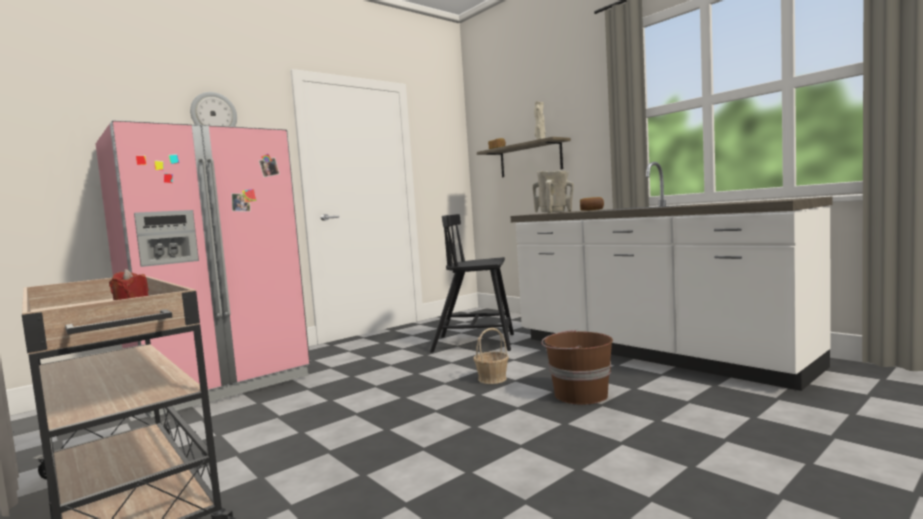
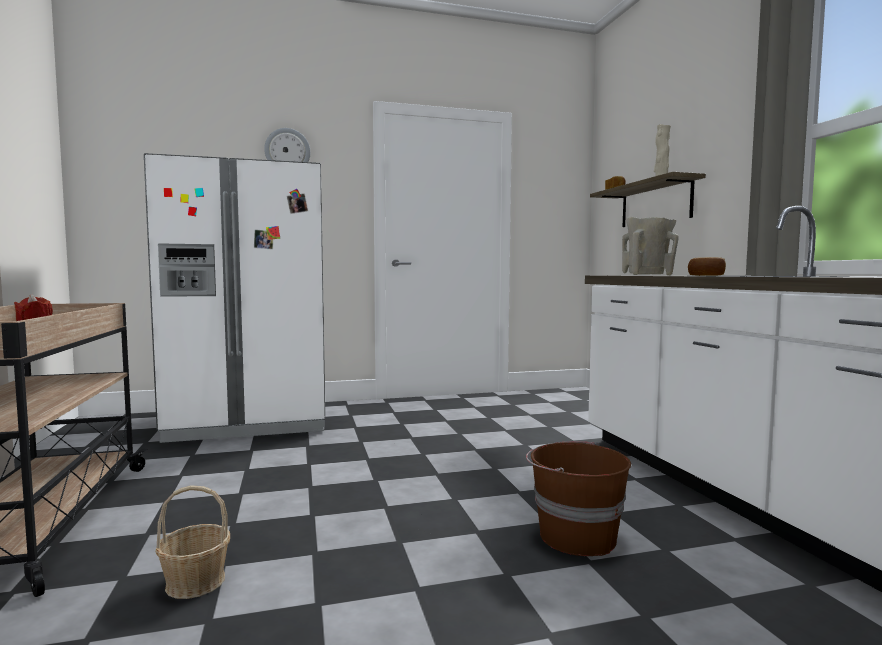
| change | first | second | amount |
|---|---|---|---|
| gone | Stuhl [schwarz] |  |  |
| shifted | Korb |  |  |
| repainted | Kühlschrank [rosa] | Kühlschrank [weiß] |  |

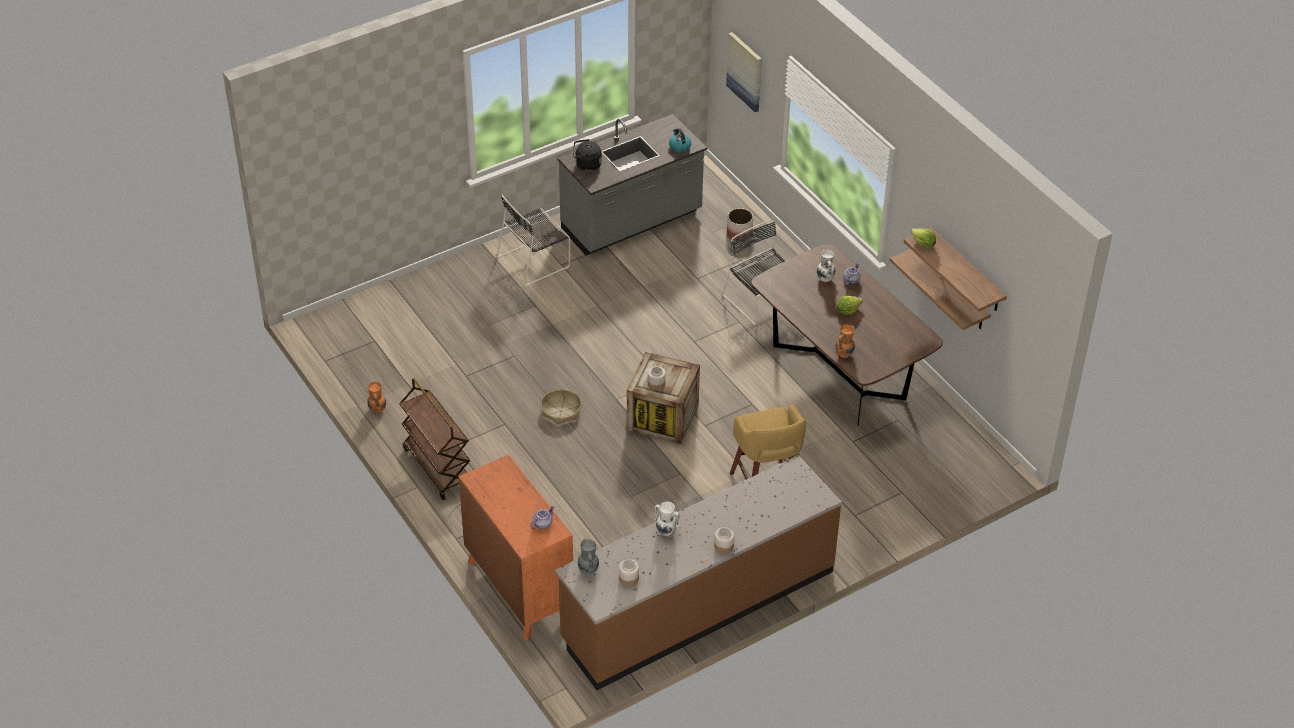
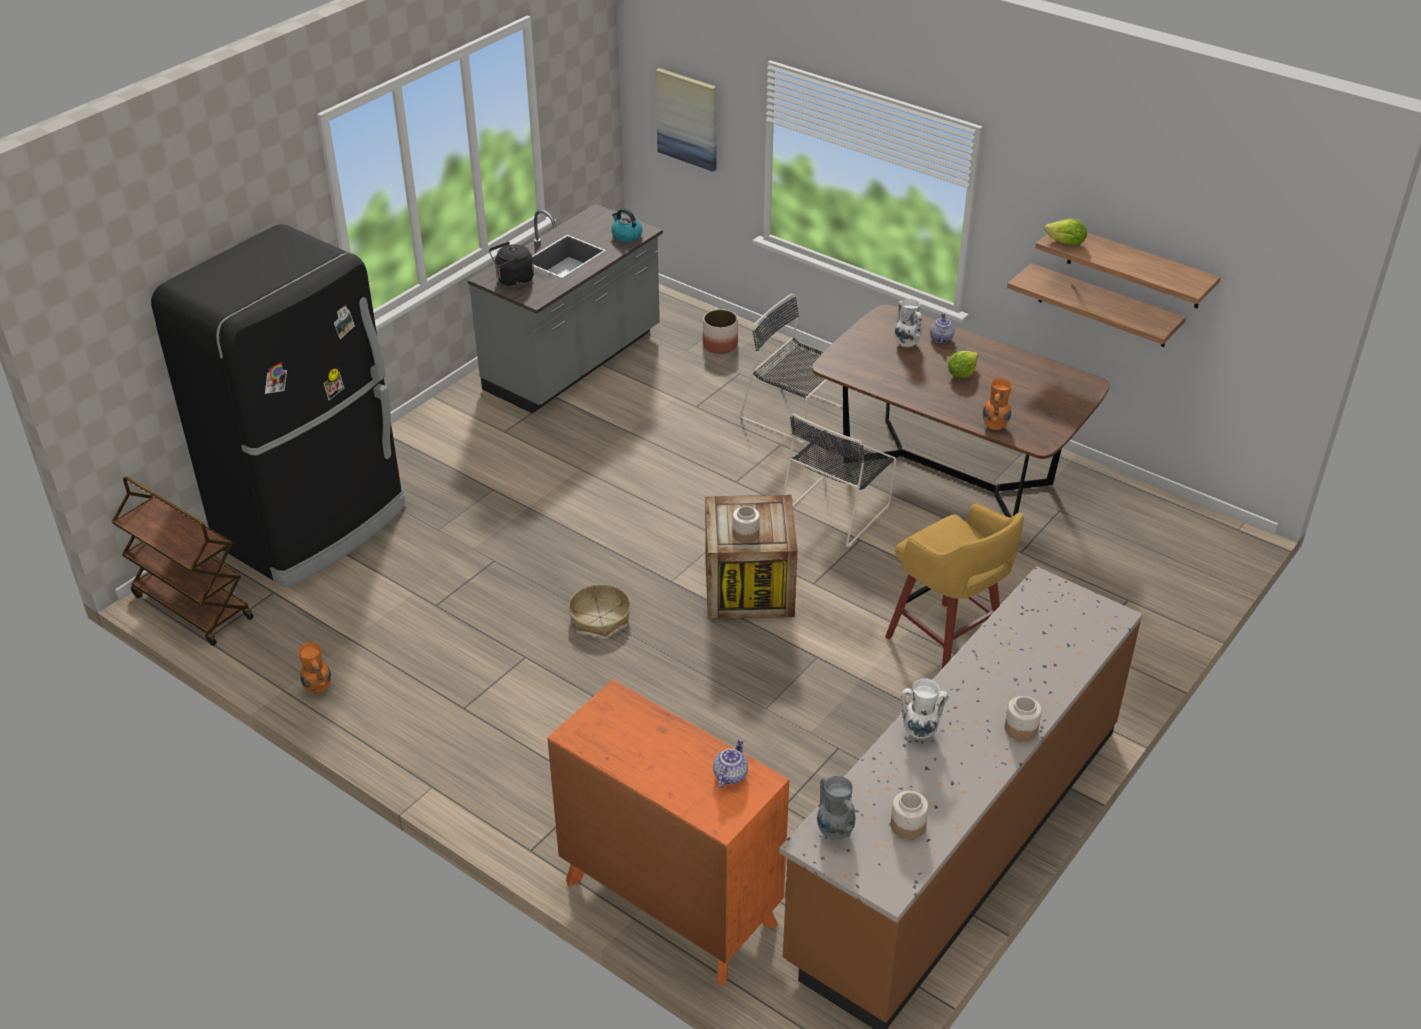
| change | first | second | amount |
|---|---|---|---|
| new |  | Kühlschrank [schwarz] |  |
| shifted | Rollwagen [braun] |  |  |
| shifted | Stuhl [schwarz] (no. 1 from left in the first image) | Stuhl [schwarz] (no. 2 from left) |  |

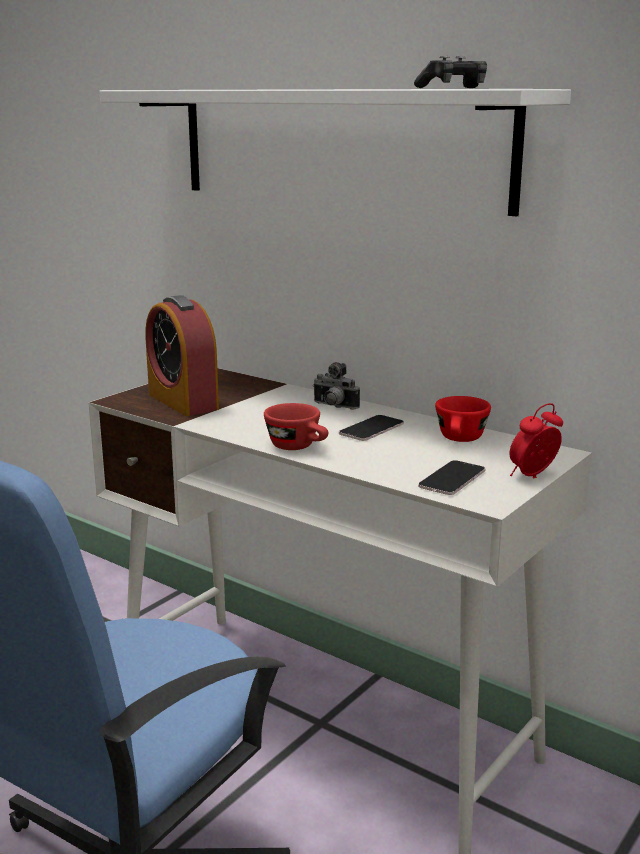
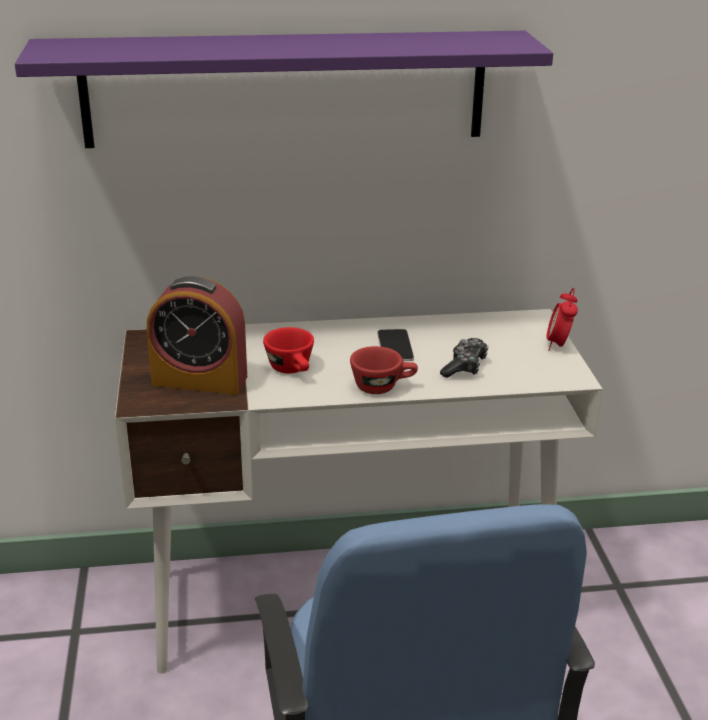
| change | first | second | amount |
|---|---|---|---|
| gone | Kamera |  |  |
| gone | Handy (no. 2 from left) |  |  |
| shifted | Gamepad |  |  |
| shifted | Tasse [rot] (no. 2 from left in the first image) | Tasse [rot] (no. 1 from left) |  |
| repainted | Wandregal [weiß] | Wandregal [lila] |  |

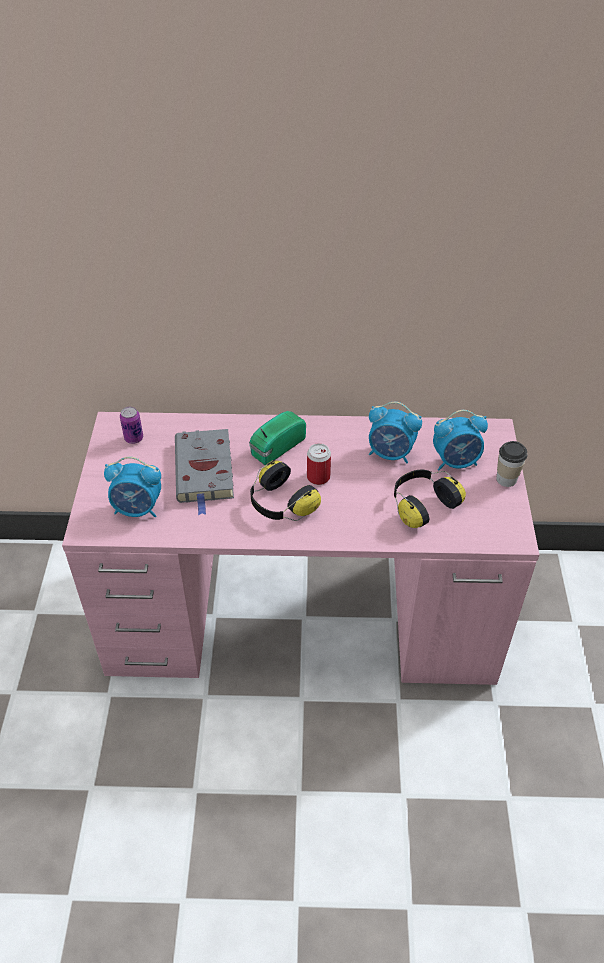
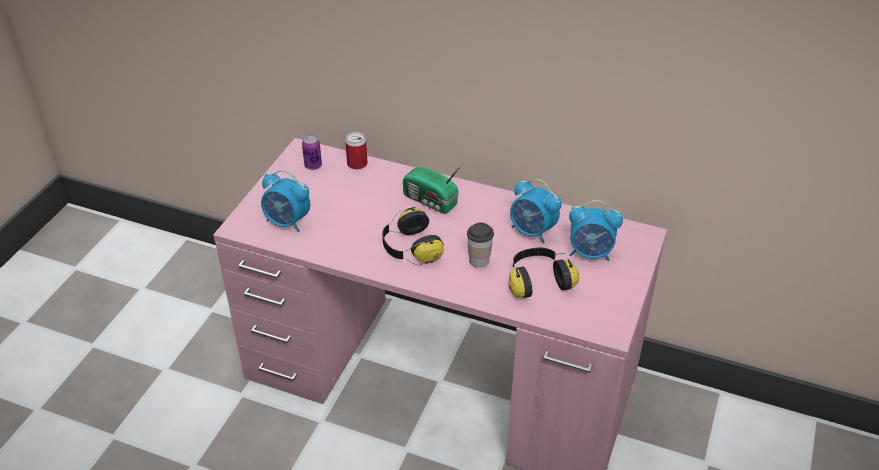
| change | first | second | amount |
|---|---|---|---|
| gone | Buch [grau] |  |  |
| shifted | Dose (no. 2 from left) |  |  |
| shifted | Tasse |  |  |
| rotated | Radio |  | 120 degrees counterclockwise |

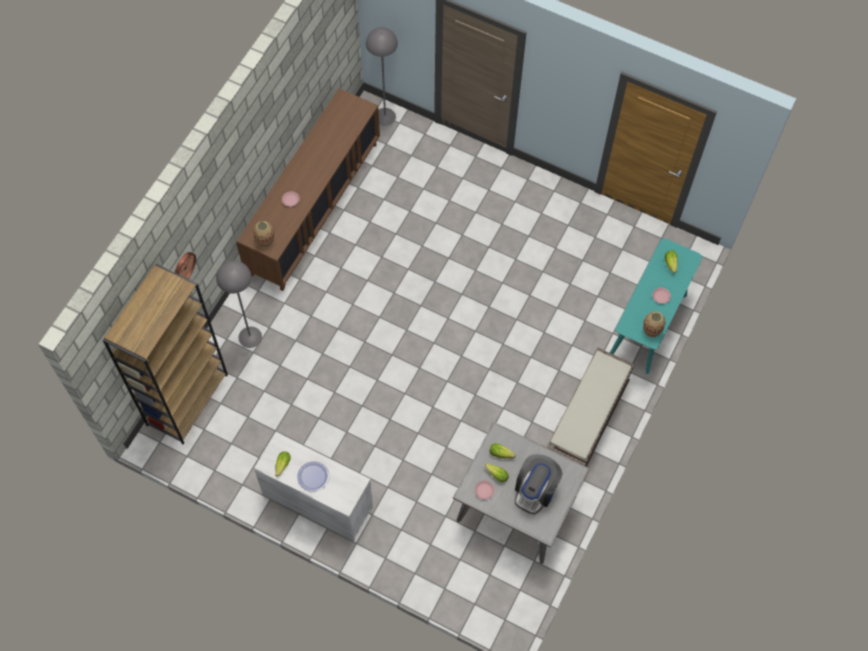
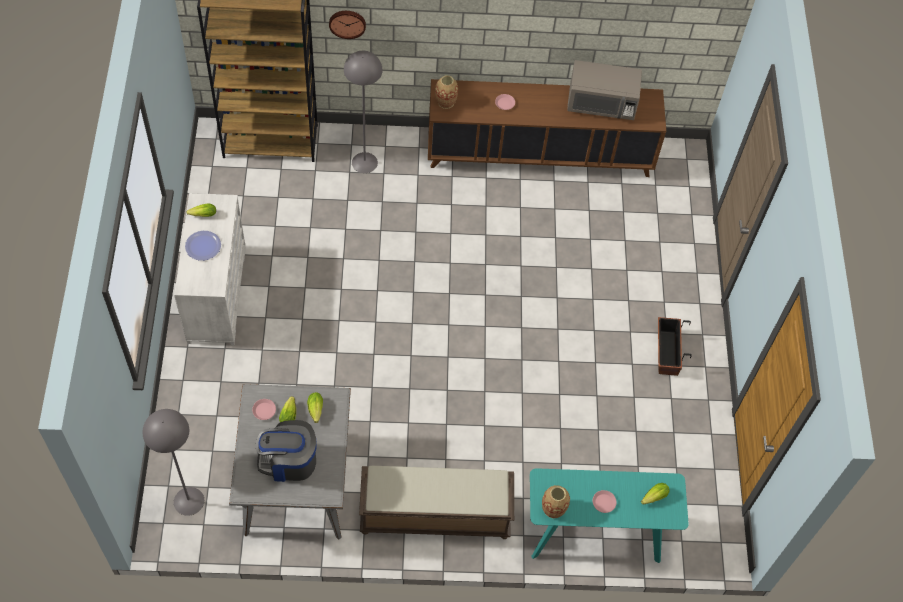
| change | first | second | amount |
|---|---|---|---|
| new |  | Mikrowelle [grau] |  |
| new |  | Pflanzkübel |  |
| shifted | Stehlampe [grau] (no. 2 from left in the first image) | Stehlampe [grau] (no. 1 from left) |  |

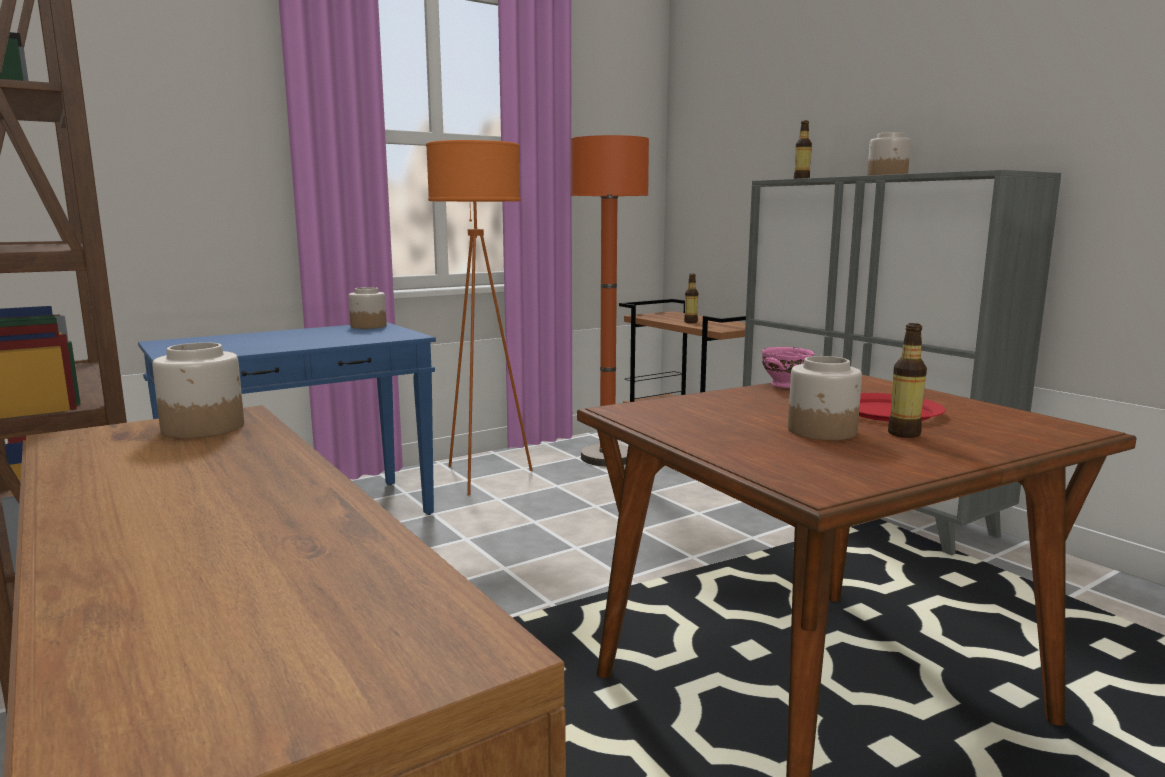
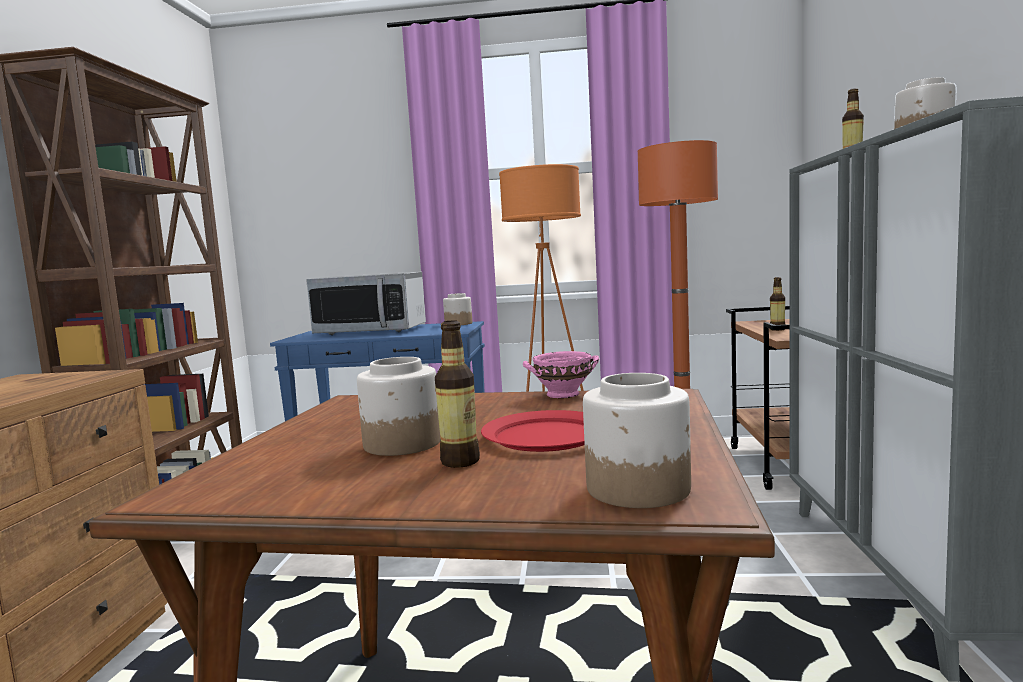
| change | first | second | amount |
|---|---|---|---|
| new |  | Mikrowelle |  |
| shifted | Vorratsglas (no. 1 from left in the first image) | Vorratsglas (no. 3 from left) |  |

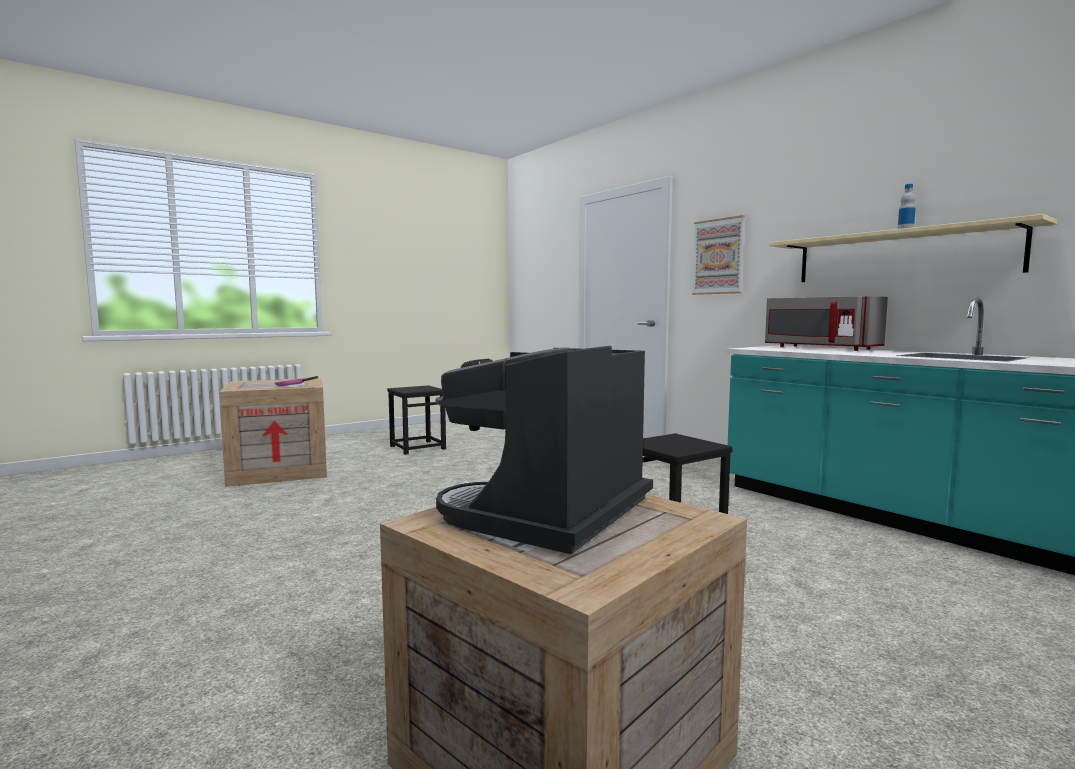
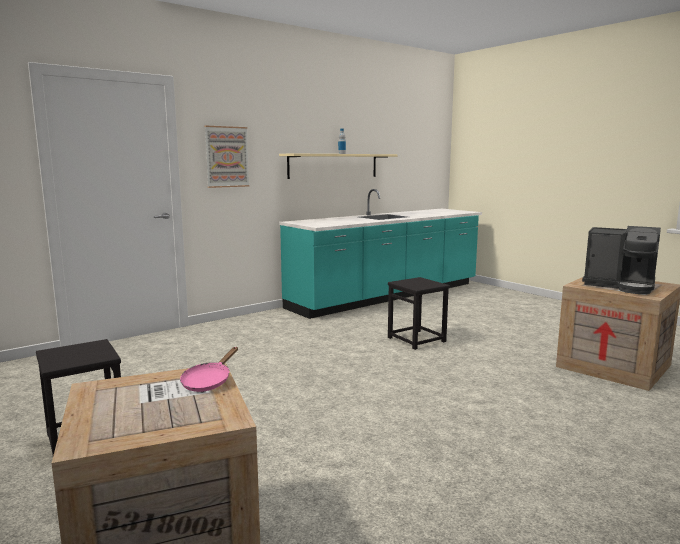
| change | first | second | amount |
|---|---|---|---|
| gone | Mikrowelle [grau] |  |  |

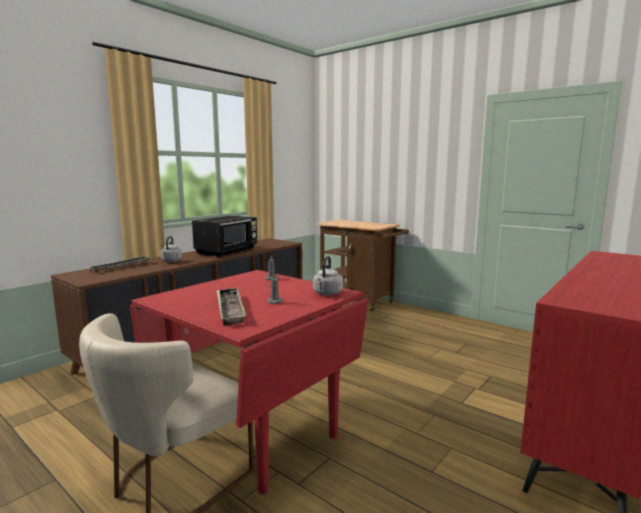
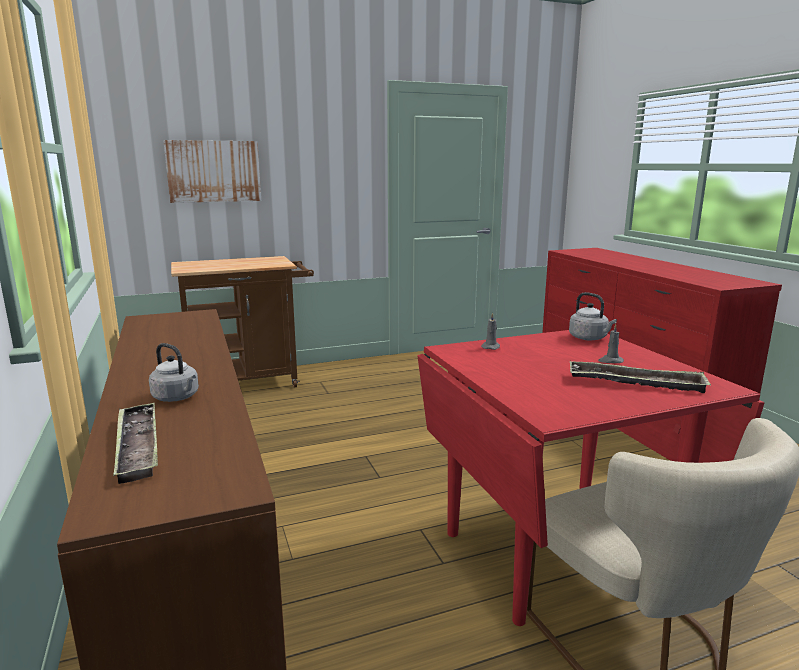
| change | first | second | amount |
|---|---|---|---|
| gone | Mikrowelle [schwarz] |  |  |
| new |  | Bild |  |

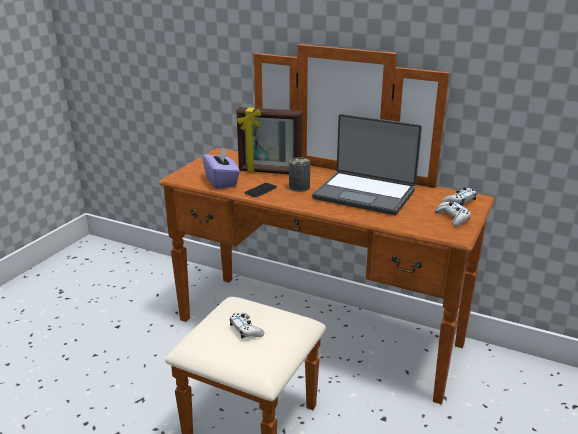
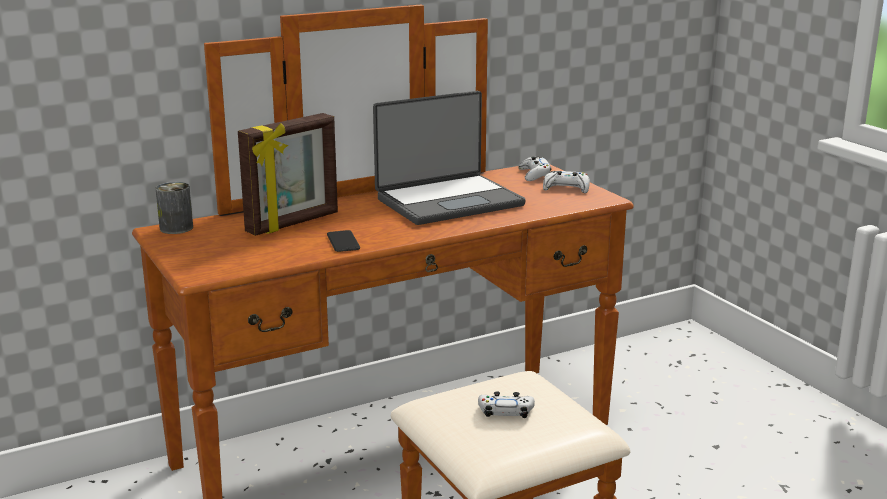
| change | first | second | amount |
|---|---|---|---|
| gone | Taschentuchbox [lila] |  |  |
| shifted | Dose |  |  |

